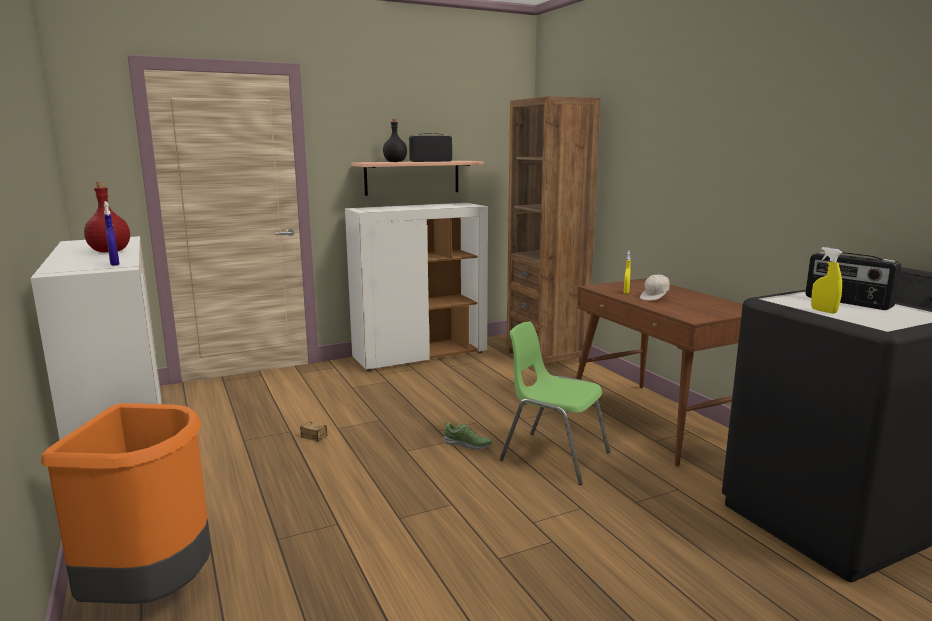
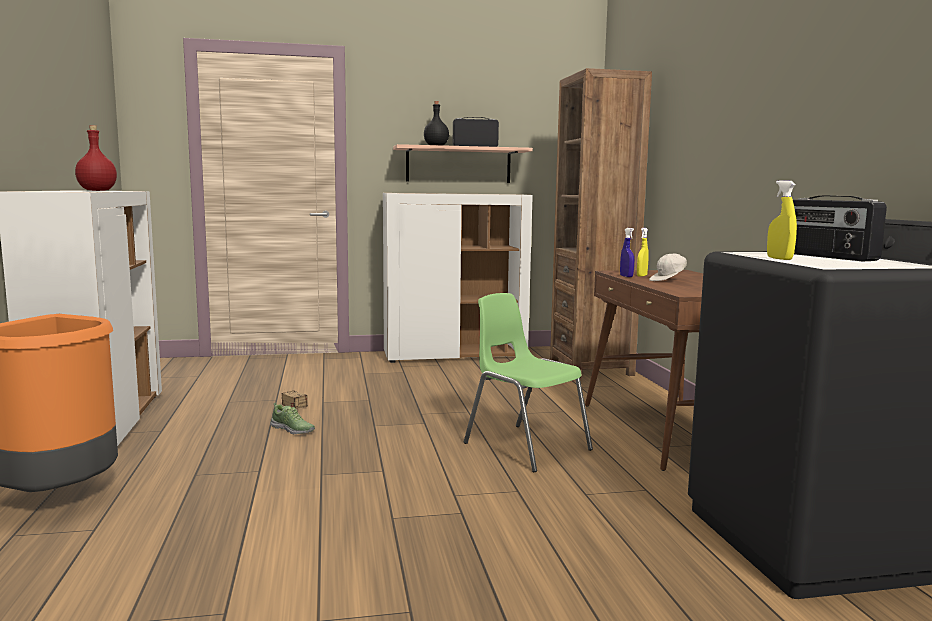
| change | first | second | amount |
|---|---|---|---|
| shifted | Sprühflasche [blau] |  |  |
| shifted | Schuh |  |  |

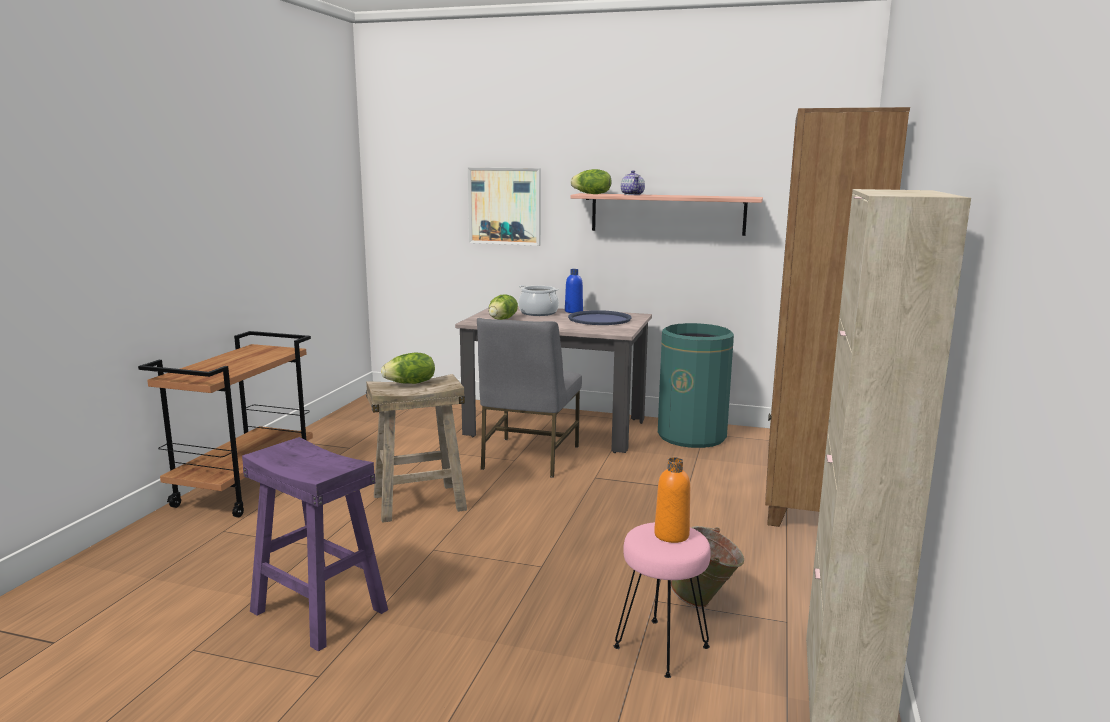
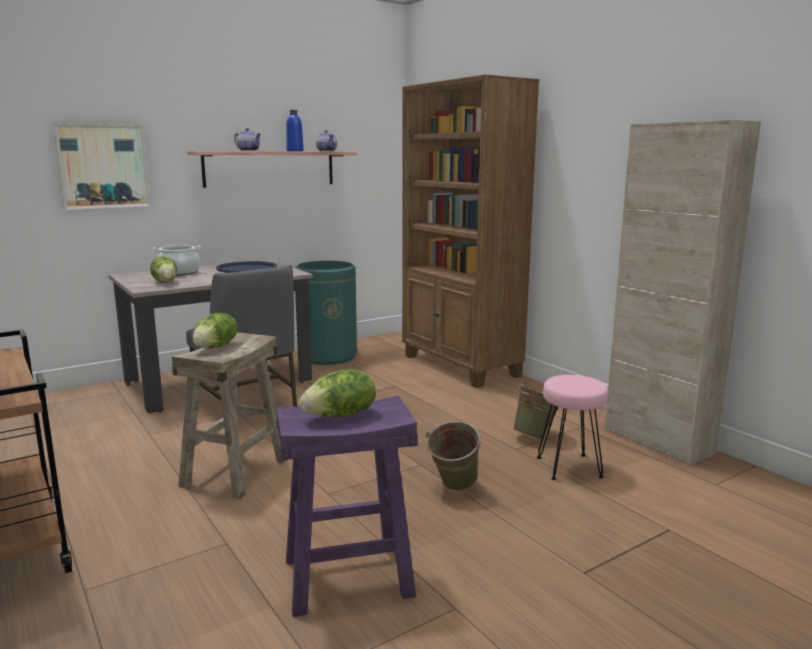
| change | first | second | amount |
|---|---|---|---|
| gone | Flasche [orange] |  |  |
| new |  | Teekanne (no. 2 from left) |  |
| new |  | Eimer [grün] (no. 1 from left) |  |
| shifted | Flasche [blau] |  |  |
| shifted | Salatkopf (no. 3 from left) |  |  |

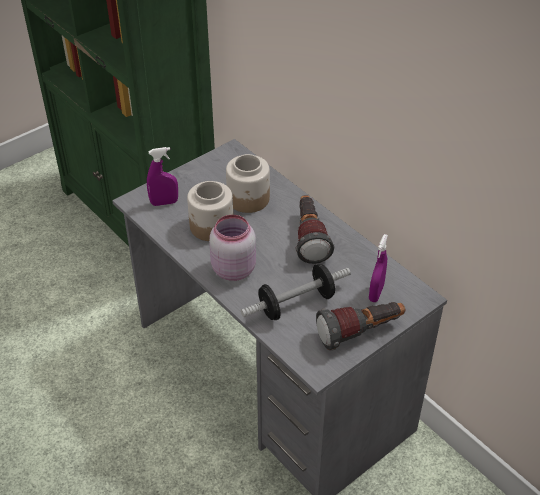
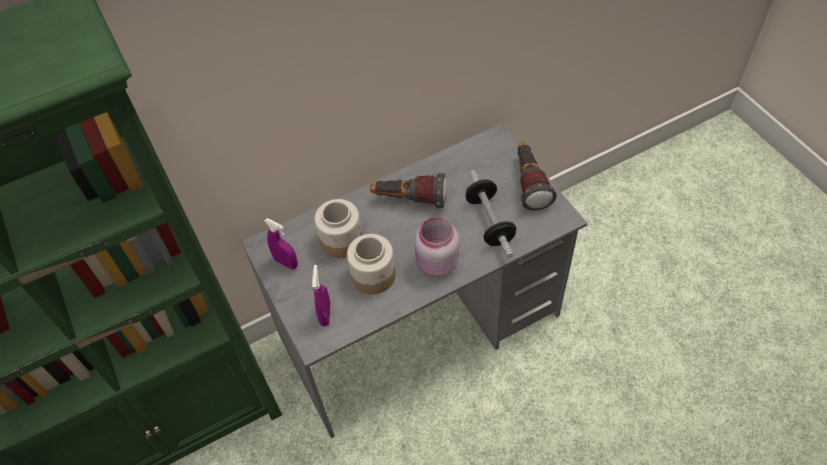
| change | first | second | amount |
|---|---|---|---|
| shifted | Sprühflasche [lila] (no. 2 from left in the first image) | Sprühflasche [lila] (no. 1 from left) |  |

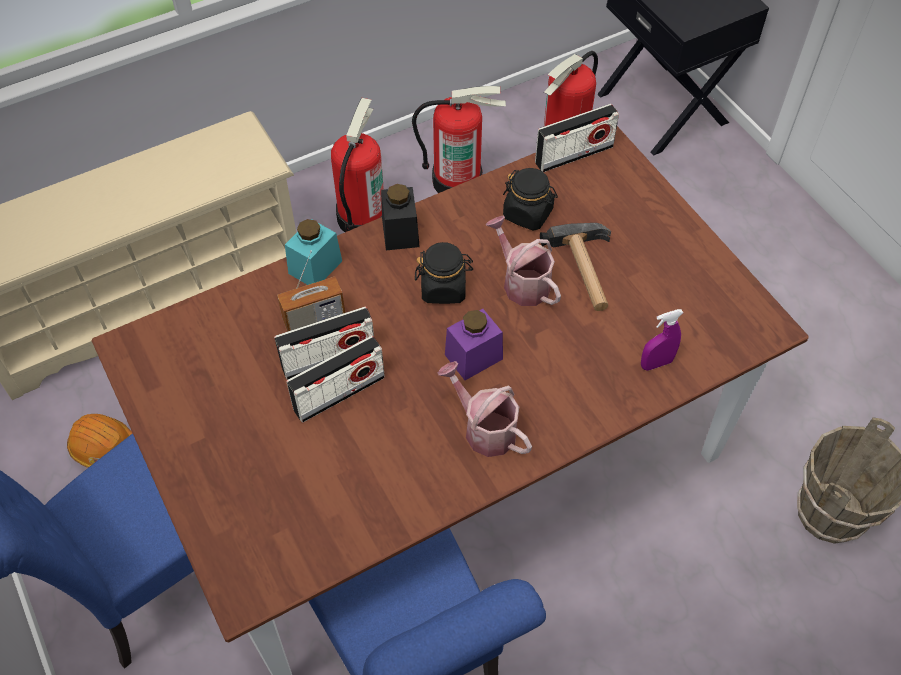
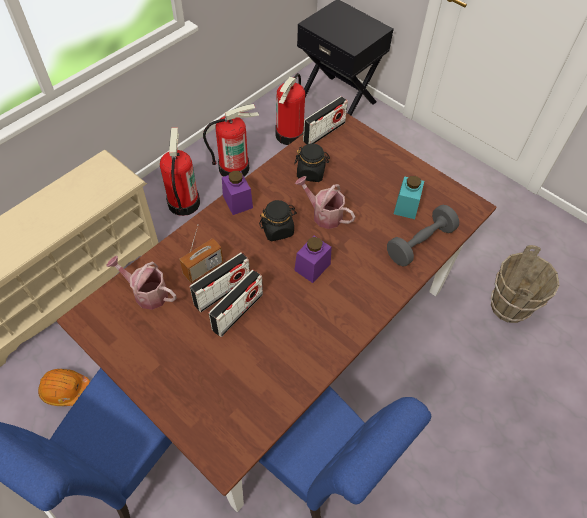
| change | first | second | amount |
|---|---|---|---|
| gone | Hammer |  |  |
| shifted | Vorratsglas [türkis] |  |  |
| shifted | Gießkanne (no. 1 from left) |  |  |
| swapped | Sprühflasche [lila] | Hantel [grau] |  |
| repainted | Vorratsglas [schwarz] (no. 1 from left) | Vorratsglas [lila] (no. 1 from left) |  |

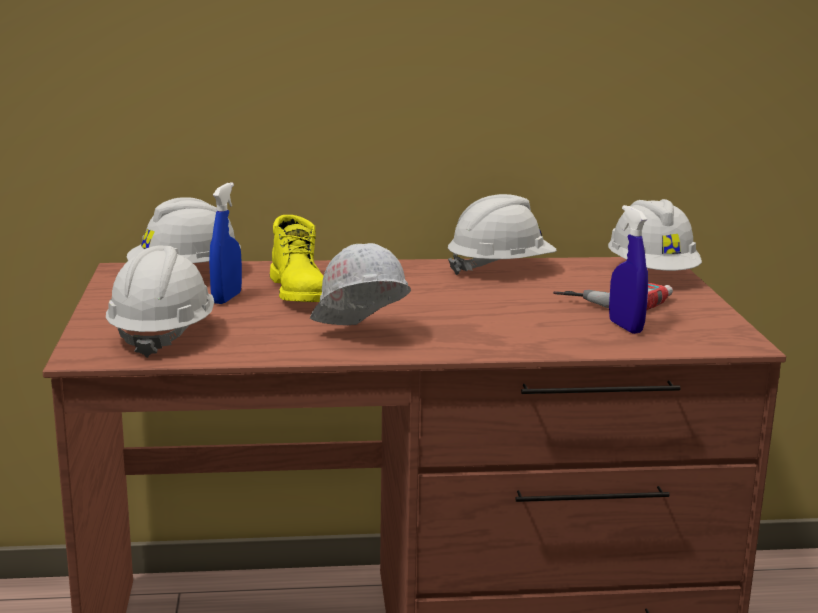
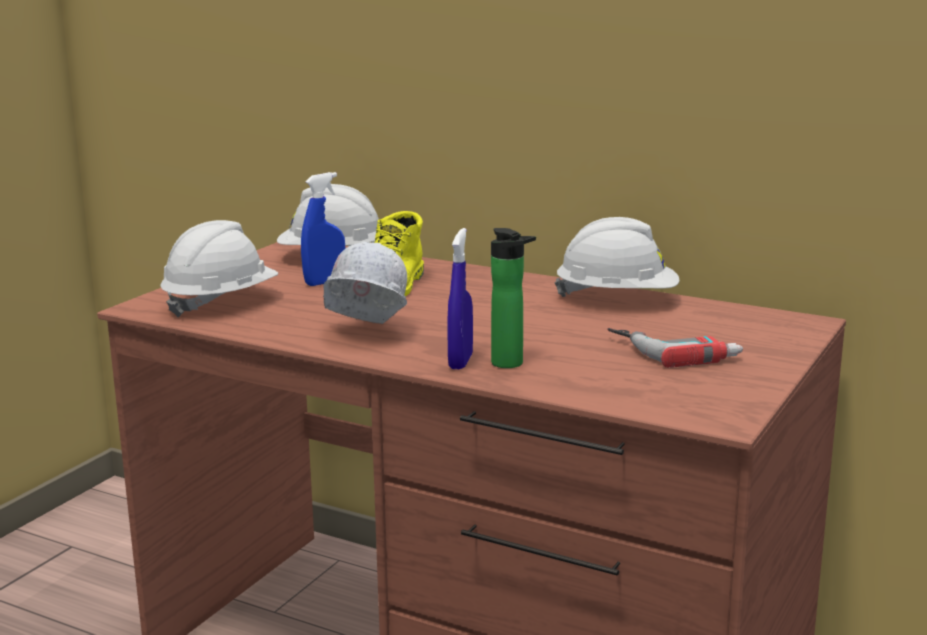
| change | first | second | amount |
|---|---|---|---|
| gone | Schutzhelm [weiß] (no. 5 from left) |  |  |
| new |  | Flasche |  |
| shifted | Sprühflasche [blau] (no. 2 from left) |  |  |

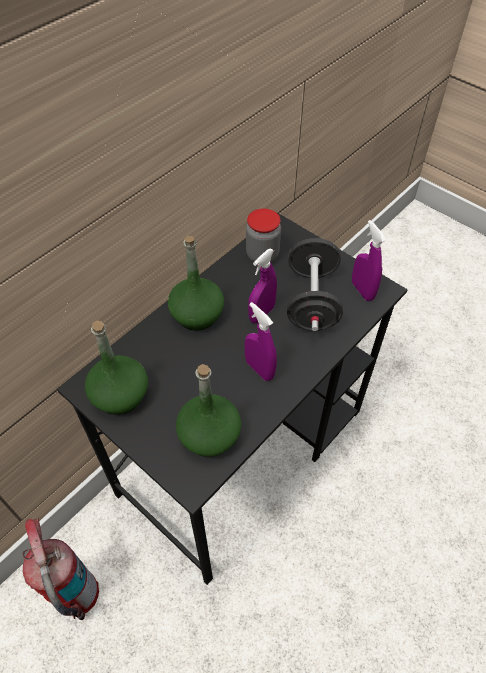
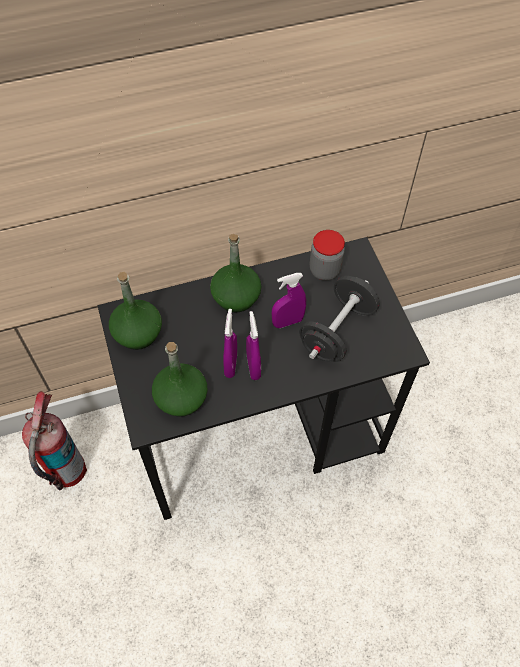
| change | first | second | amount |
|---|---|---|---|
| shifted | Sprühflasche [lila] (no. 3 from left in the first image) | Sprühflasche [lila] (no. 1 from left) |  |

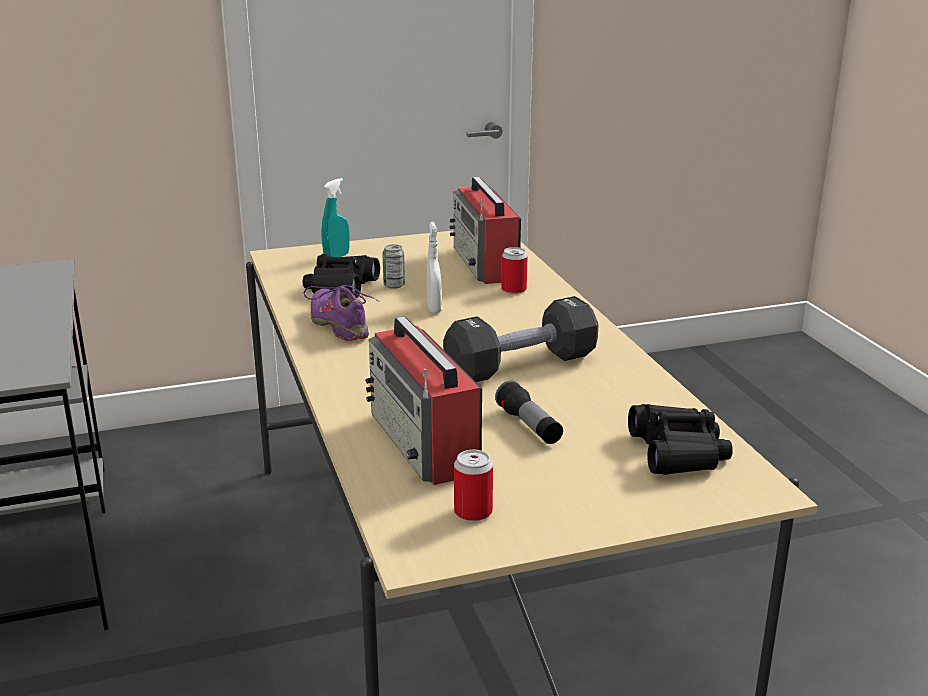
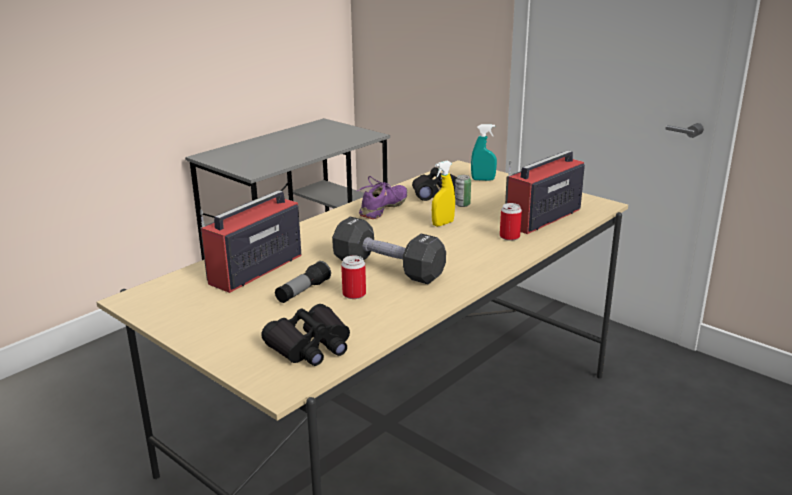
| change | first | second | amount |
|---|---|---|---|
| shifted | Dose (no. 2 from left in the first image) | Dose (no. 1 from left) |  |
| repainted | Sprühflasche [weiß] | Sprühflasche [gelb] |  |

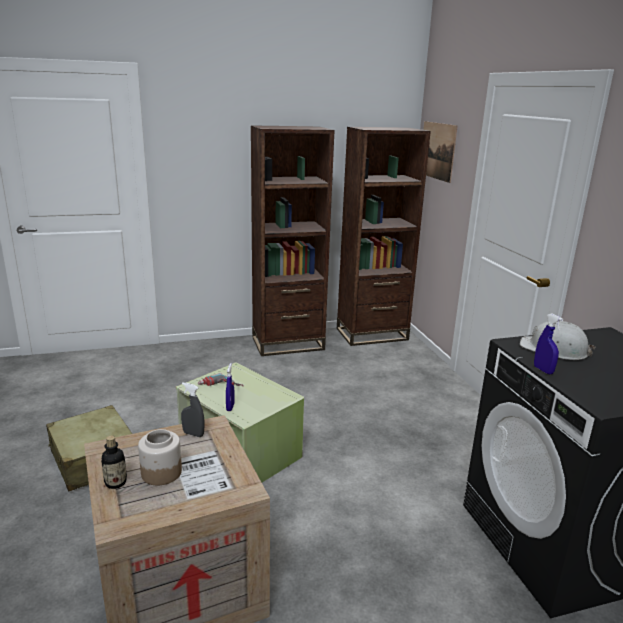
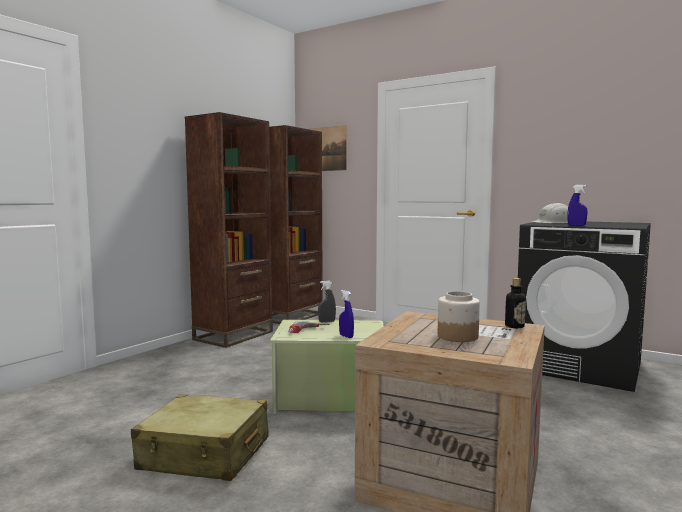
| change | first | second | amount |
|---|---|---|---|
| shifted | Flasche |  |  |
| shifted | Sprühflasche [grau] |  |  |

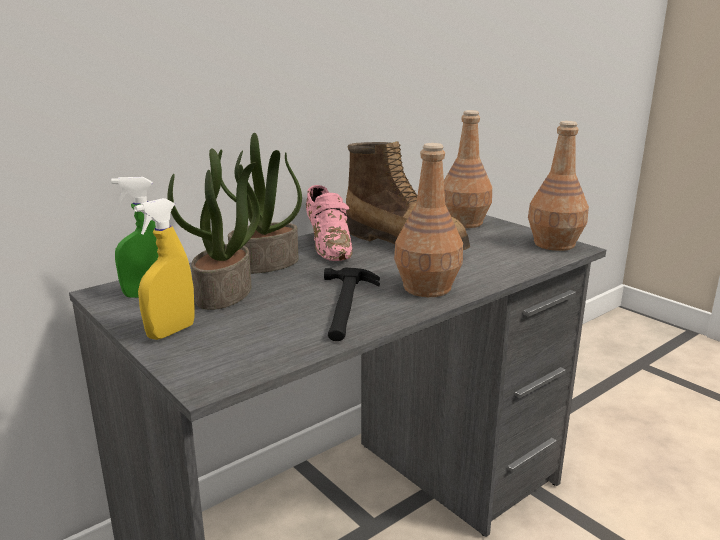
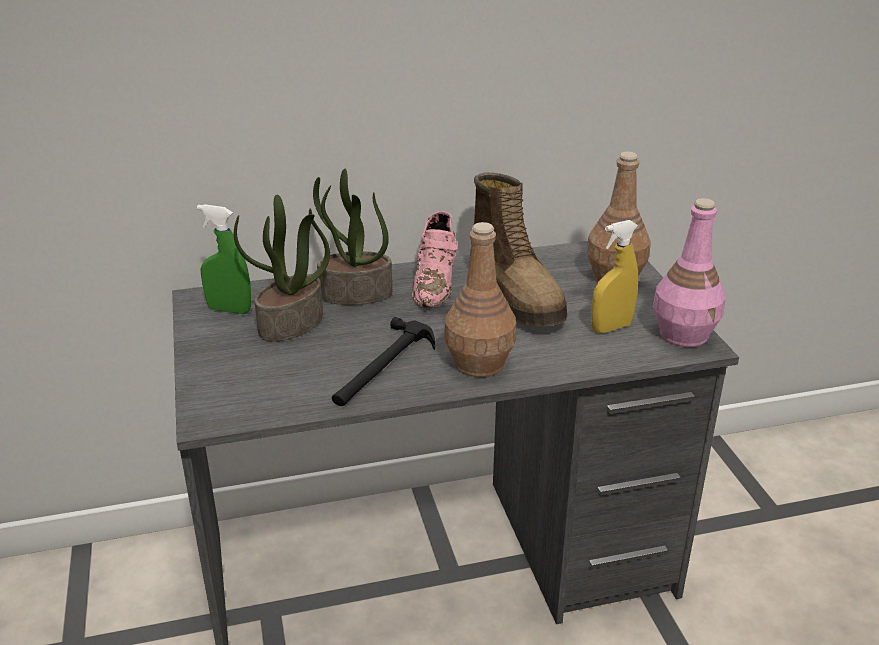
| change | first | second | amount |
|---|---|---|---|
| shifted | Sprühflasche [gelb] |  |  |
| repainted | Flasche [braun] (no. 3 from left) | Flasche [rosa] |  |

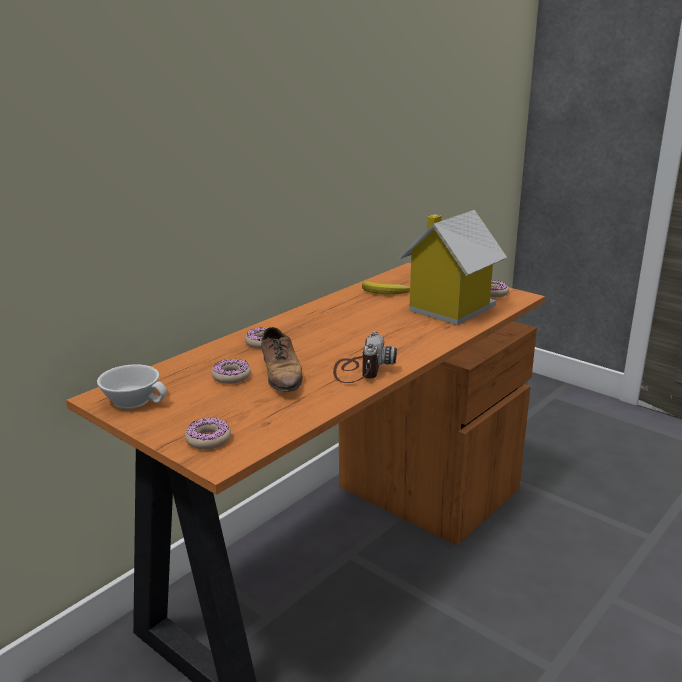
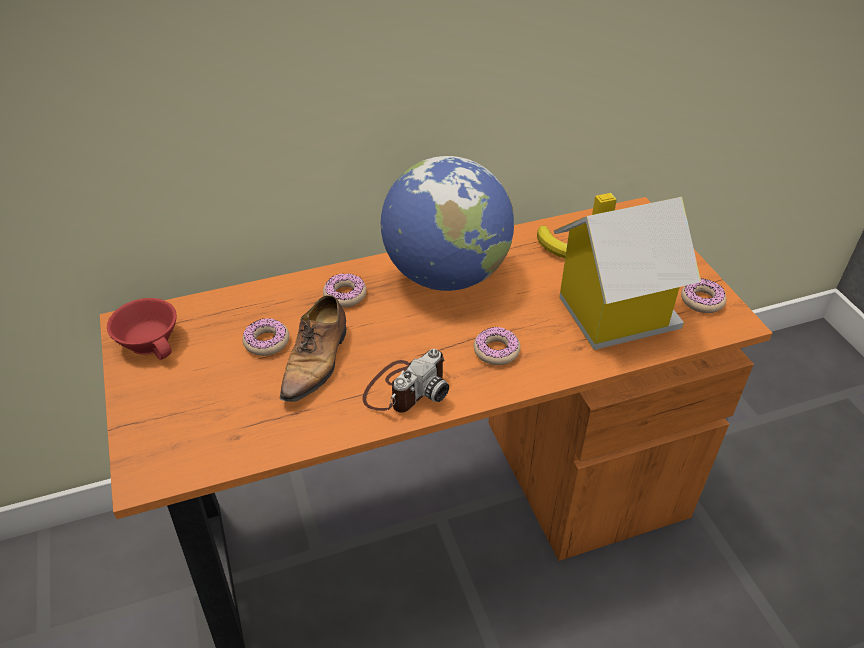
| change | first | second | amount |
|---|---|---|---|
| new |  | Globus |  |
| shifted | Donut (no. 1 from left in the first image) | Donut (no. 3 from left) |  |
| repainted | Tasse [weiß] | Tasse [rot] |  |

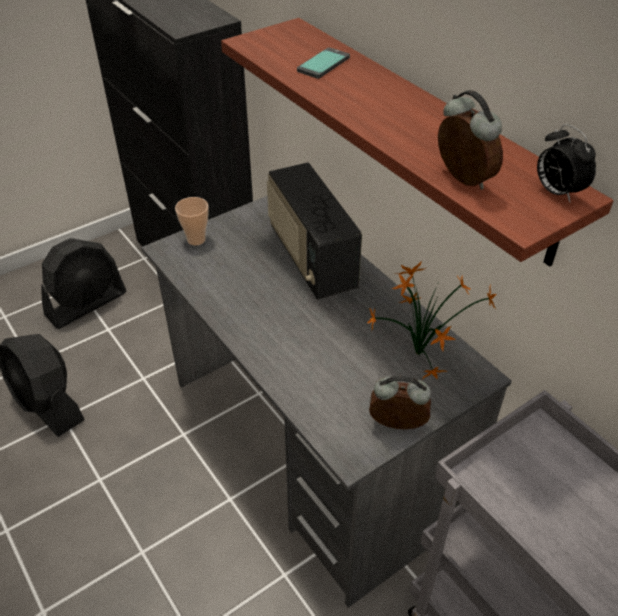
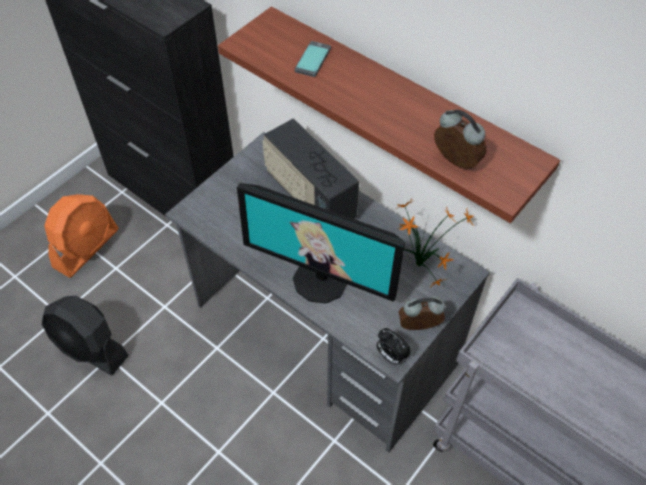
| change | first | second | amount |
|---|---|---|---|
| gone | Tasse |  |  |
| new |  | Monitor |  |
| shifted | Wecker (no. 3 from left in the first image) | Wecker (no. 1 from left) |  |
| repainted | Ventilator [schwarz] (no. 2 from left) | Ventilator [orange] |  |

